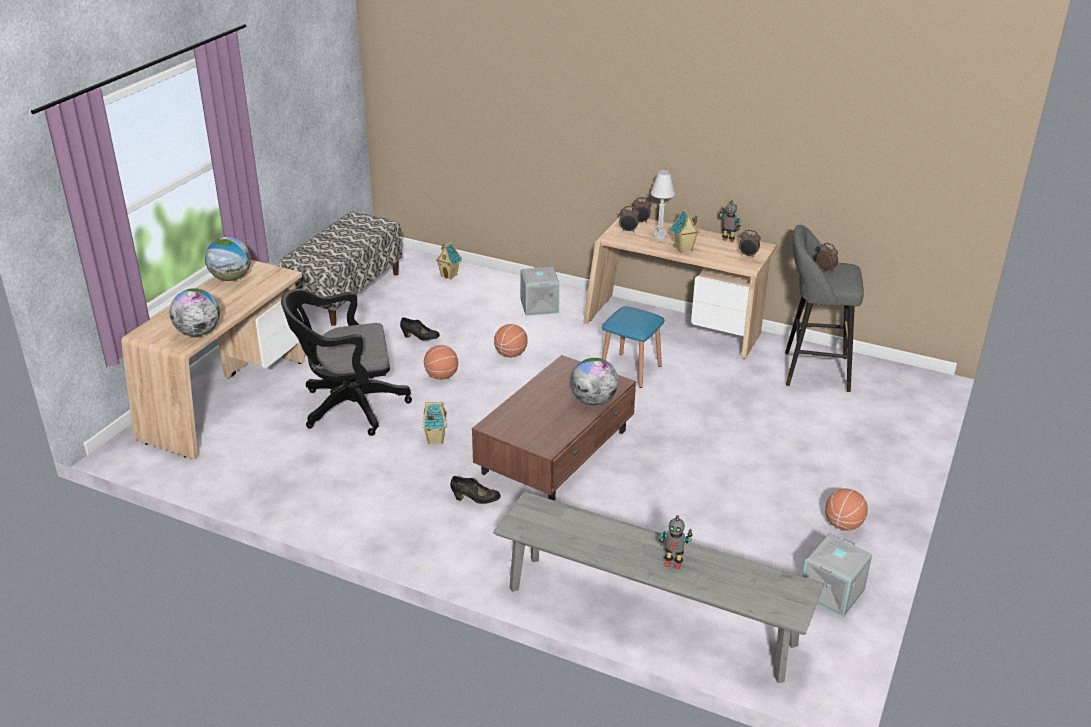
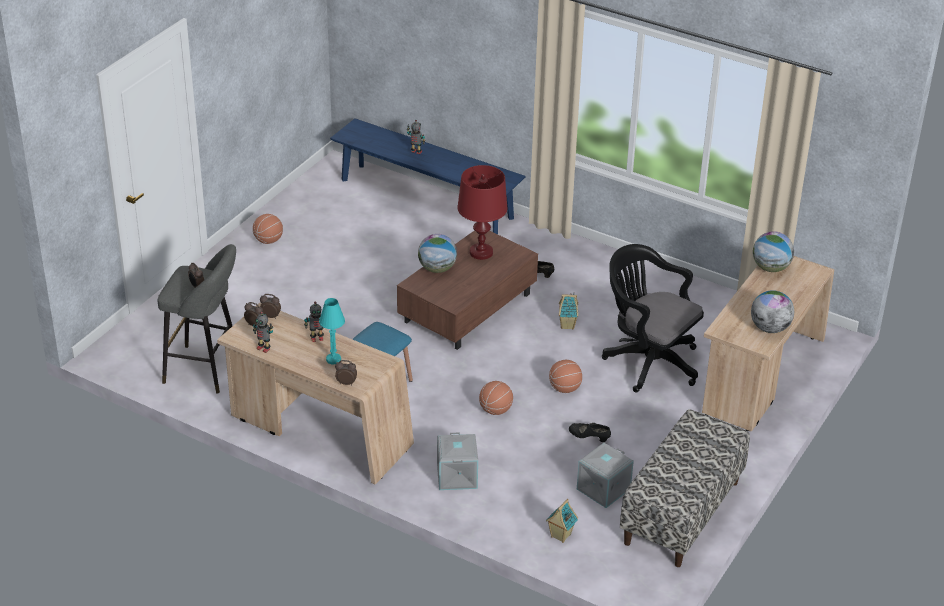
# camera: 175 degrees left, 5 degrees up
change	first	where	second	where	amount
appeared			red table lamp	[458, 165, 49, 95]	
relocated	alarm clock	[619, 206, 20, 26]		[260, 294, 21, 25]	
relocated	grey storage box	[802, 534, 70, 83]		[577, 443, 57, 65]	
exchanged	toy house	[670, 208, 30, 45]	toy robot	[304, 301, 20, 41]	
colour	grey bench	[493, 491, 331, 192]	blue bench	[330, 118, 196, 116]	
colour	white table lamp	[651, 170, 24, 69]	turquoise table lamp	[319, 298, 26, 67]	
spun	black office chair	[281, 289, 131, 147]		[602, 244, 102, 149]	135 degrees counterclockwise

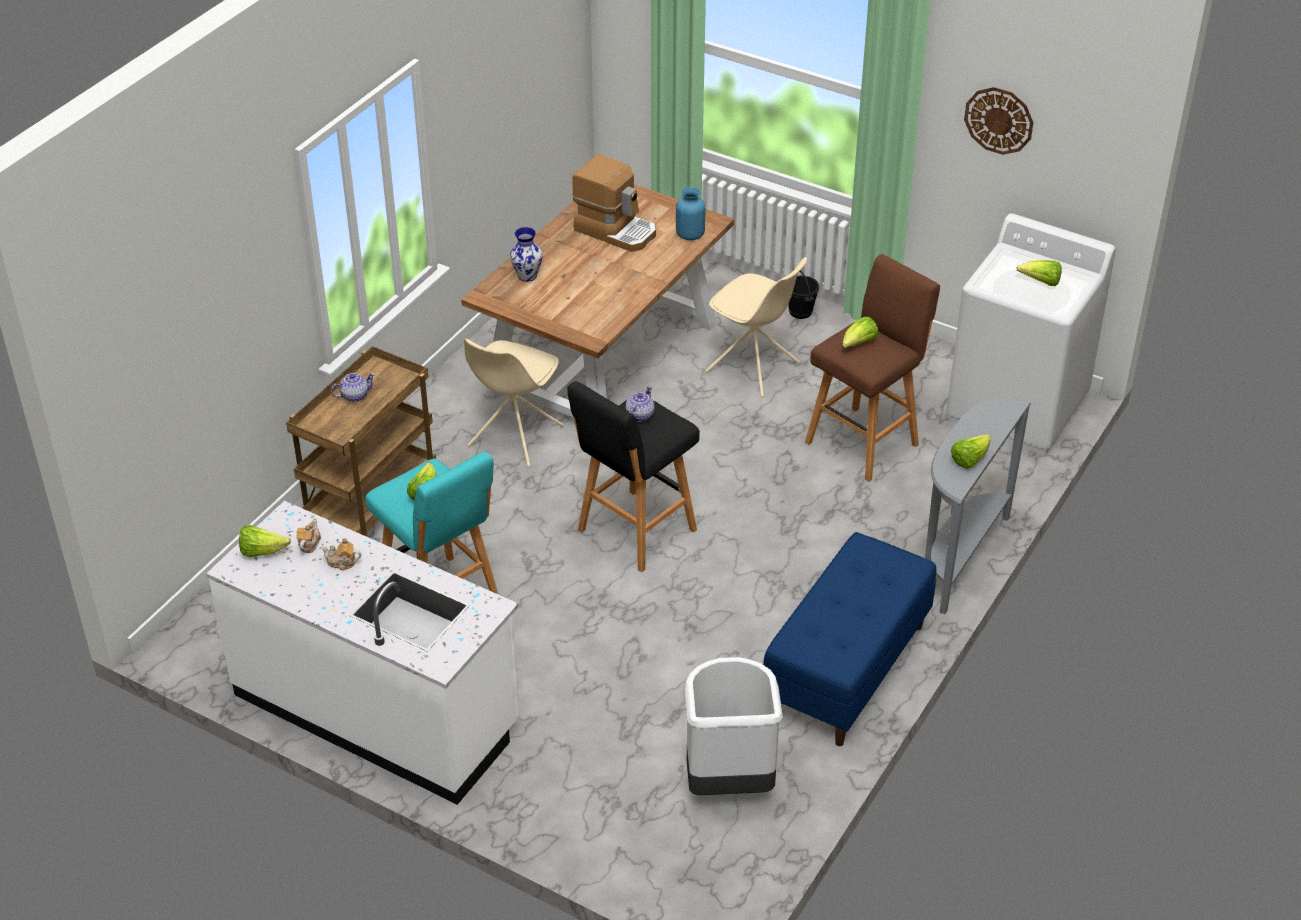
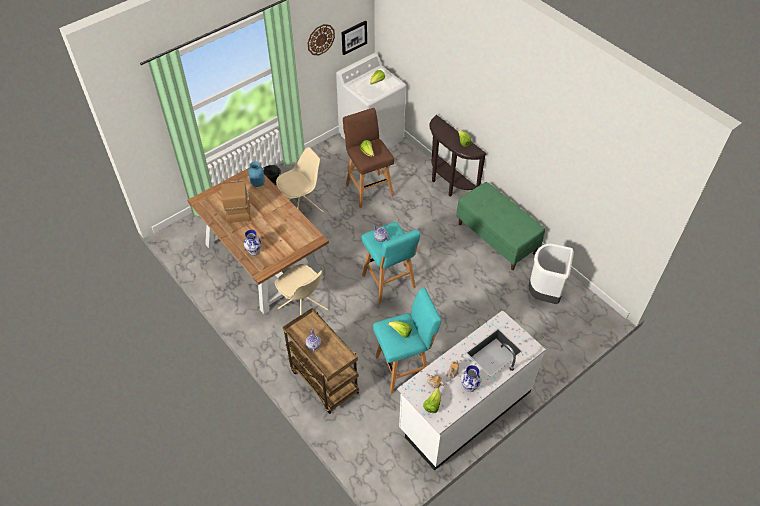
# camera: 70 degrees left, 10 degrees up
change	first	where	second	where	amount
appeared			picture	[341, 21, 26, 34]	
appeared			vase	[461, 365, 20, 27]	
colour	black stool	[567, 381, 133, 191]	turquoise stool	[361, 222, 59, 81]	
colour	blue bench	[763, 532, 173, 214]	green bench	[456, 182, 89, 88]	
colour	grey console table	[925, 399, 106, 216]	brown console table	[429, 115, 58, 82]	
spun	coffee machine	[572, 154, 84, 98]		[221, 181, 30, 42]	60 degrees counterclockwise

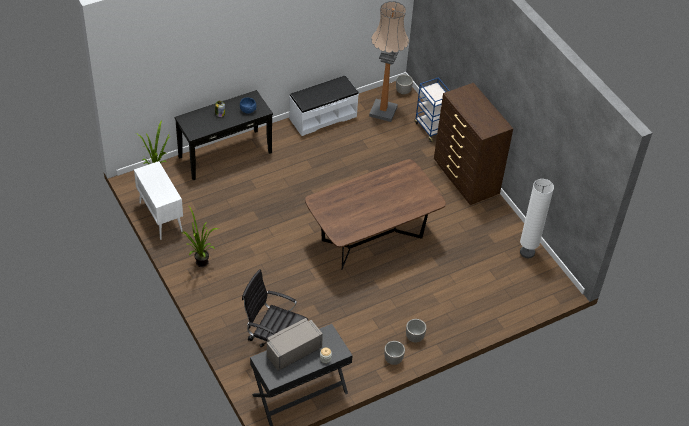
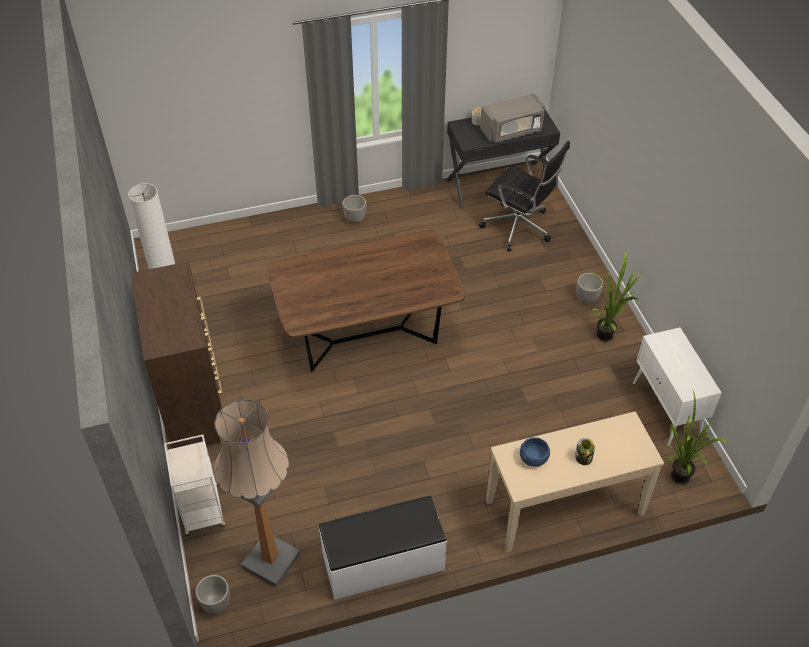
# camera: 165 degrees left, 0 degrees up
change	first	where	second	where	amount
relocated	planter	[384, 341, 21, 24]		[577, 273, 26, 30]	
colour	black console table	[175, 90, 98, 90]	beige console table	[486, 411, 178, 141]	
colour	blue cart	[415, 77, 35, 65]	white cart	[164, 435, 62, 101]	

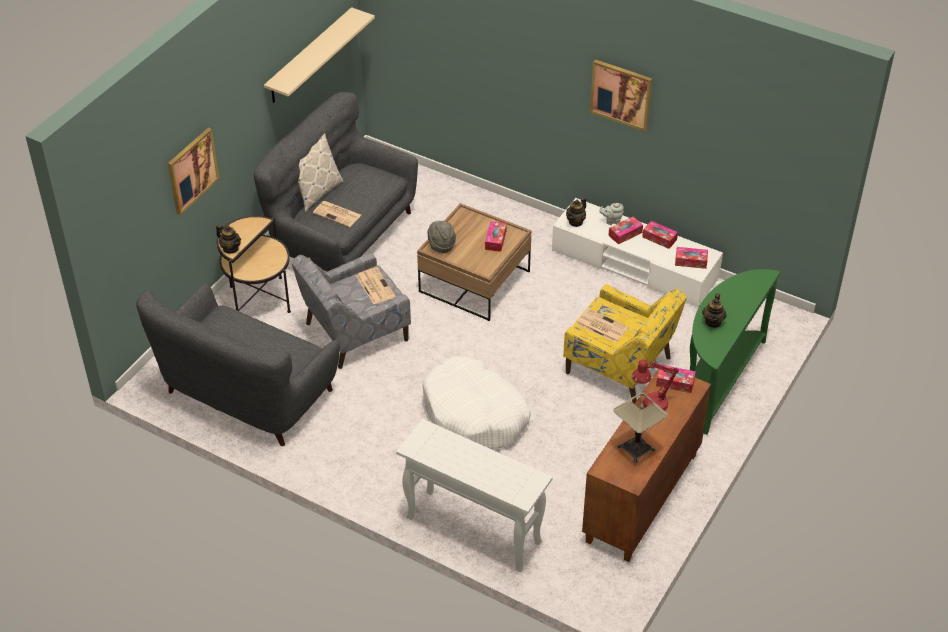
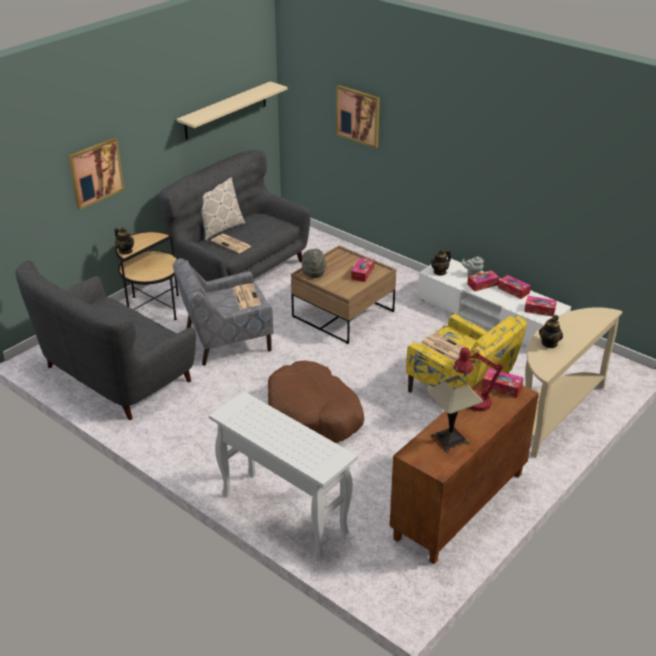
# camera: 10 degrees right, 10 degrees down
change	first	where	second	where	amount
relocated	picture	[590, 59, 62, 72]		[336, 85, 44, 63]	
colour	white dog bed	[423, 356, 108, 93]	brown dog bed	[268, 360, 96, 83]	
colour	green console table	[690, 269, 90, 166]	beige console table	[525, 307, 98, 151]	

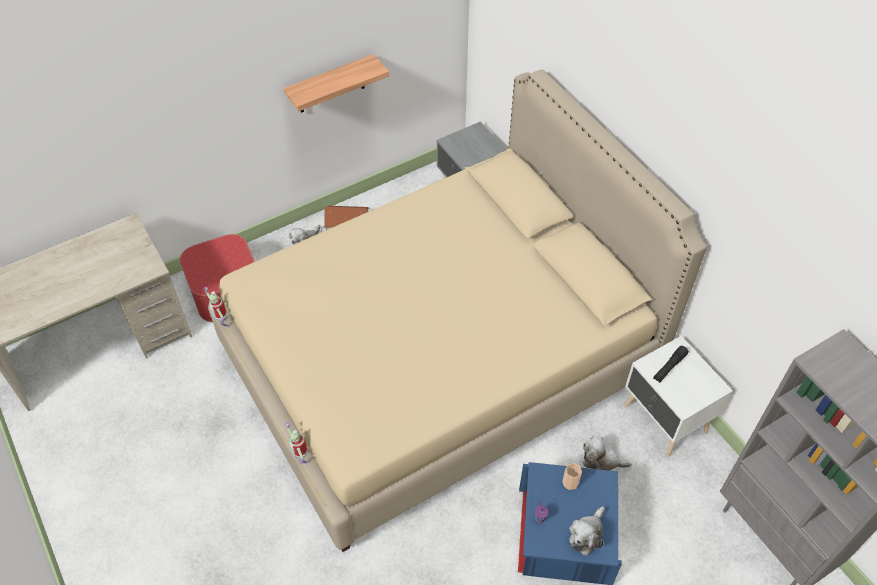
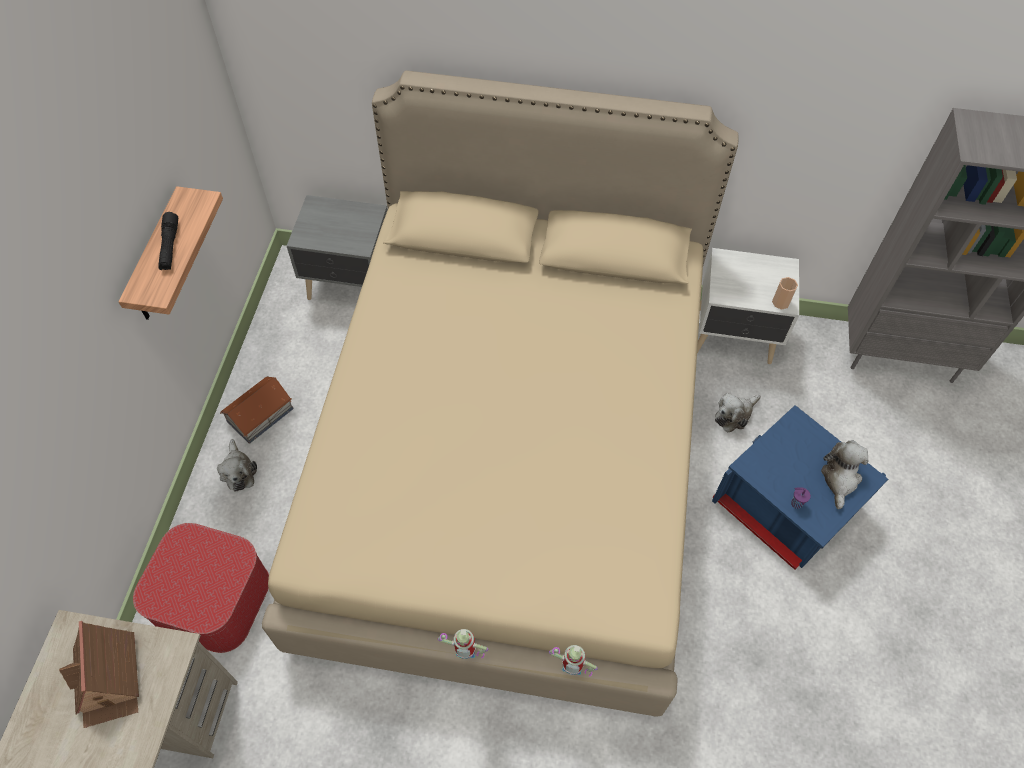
# camera: 50 degrees left, 5 degrees up
change	first	where	second	where	amount
appeared			toy house	[59, 621, 80, 107]	
relocated	toy robot	[203, 287, 25, 41]		[438, 629, 50, 30]	
relocated	cup	[562, 463, 20, 27]		[772, 277, 26, 33]	
relocated	black flashlight	[653, 346, 36, 37]		[158, 212, 20, 59]	
spun	plush toy	[569, 506, 36, 50]		[821, 441, 47, 68]	150 degrees counterclockwise

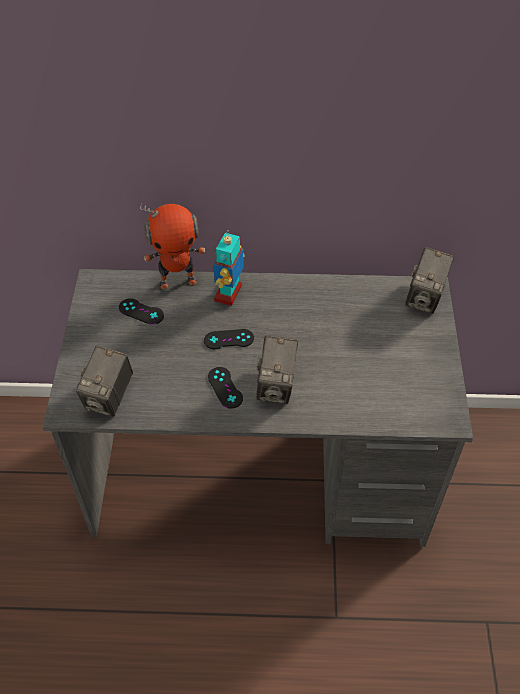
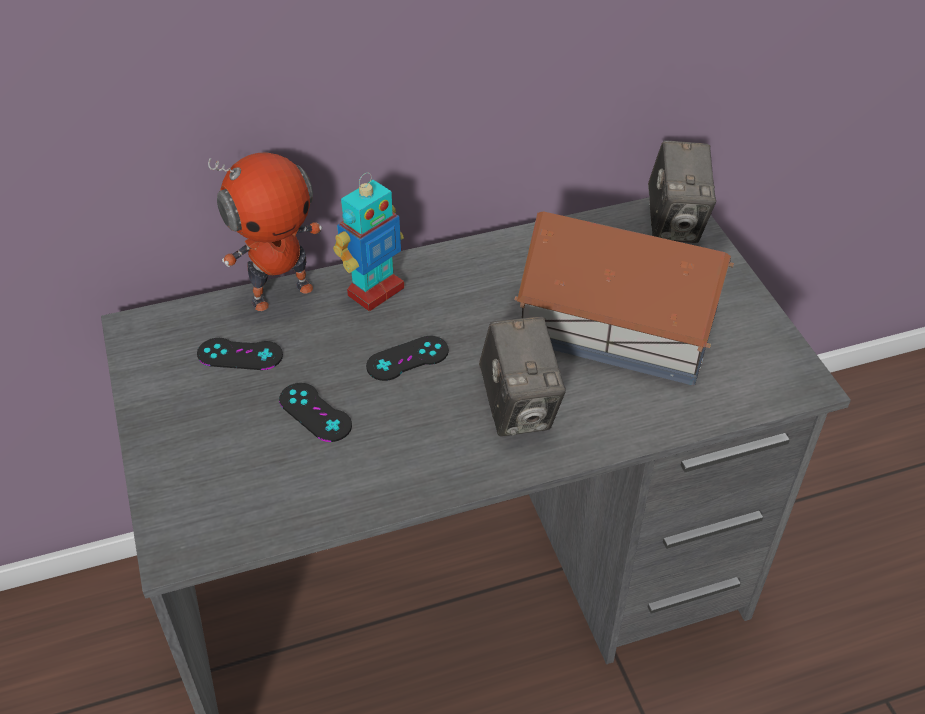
# camera: 20 degrees left, 5 degrees down
change	first	where	second	where	amount
missing	photo camera	[76, 345, 57, 72]			
appeared			toy house	[515, 211, 219, 175]	
relocated	black game controller	[208, 367, 35, 42]		[279, 383, 73, 59]	
spun	toy robot	[213, 230, 32, 76]		[333, 173, 71, 139]	135 degrees counterclockwise

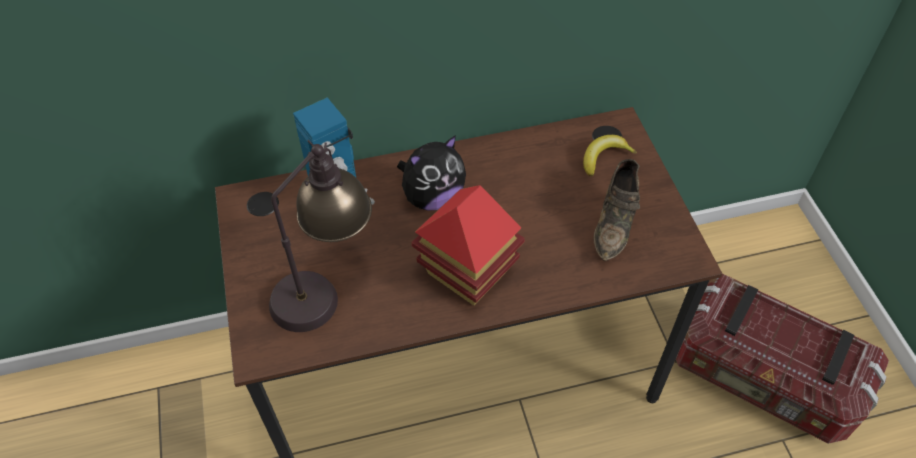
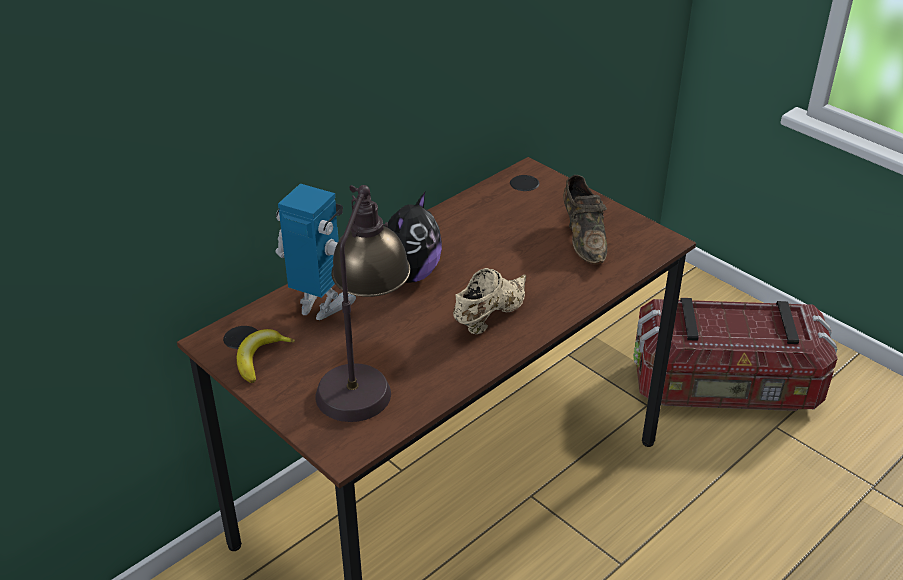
# camera: 30 degrees left, 15 degrees down
change	first	where	second	where	amount
relocated	banana	[583, 135, 54, 41]		[237, 329, 58, 54]	
exchanged	toy house	[412, 185, 113, 121]	beige shoe	[453, 268, 73, 66]	

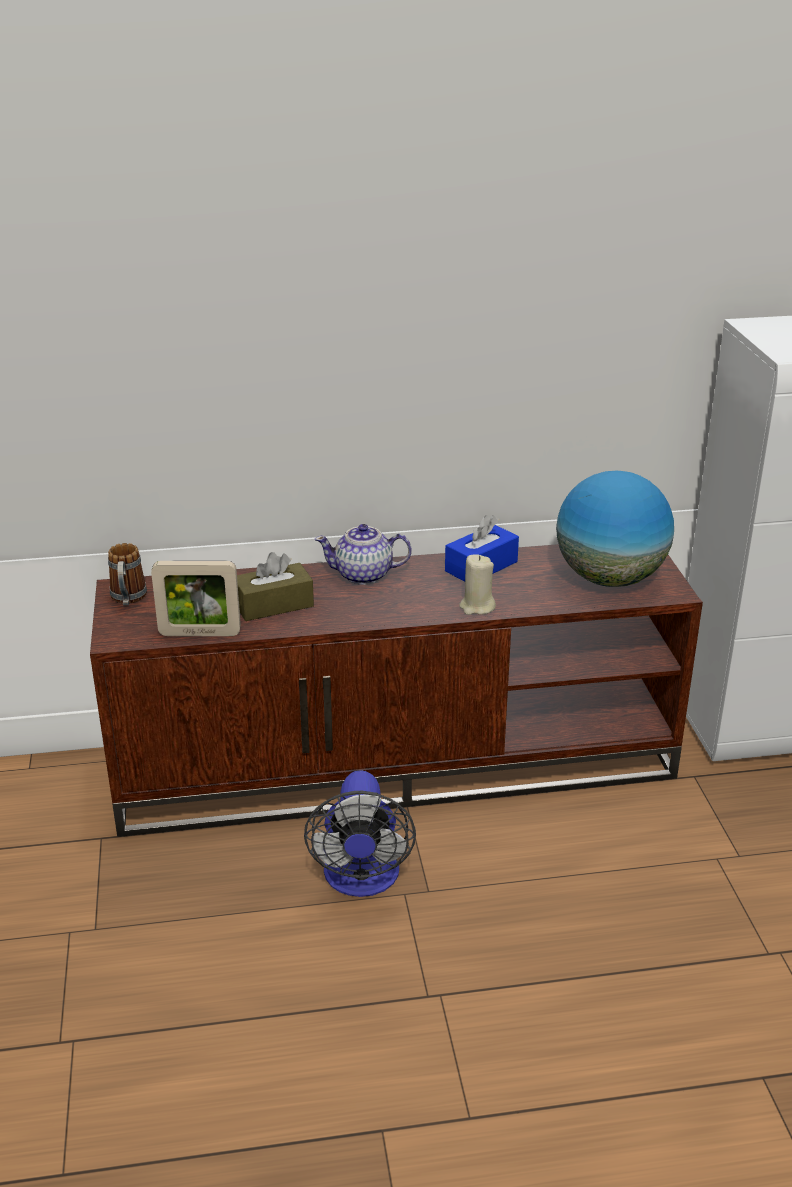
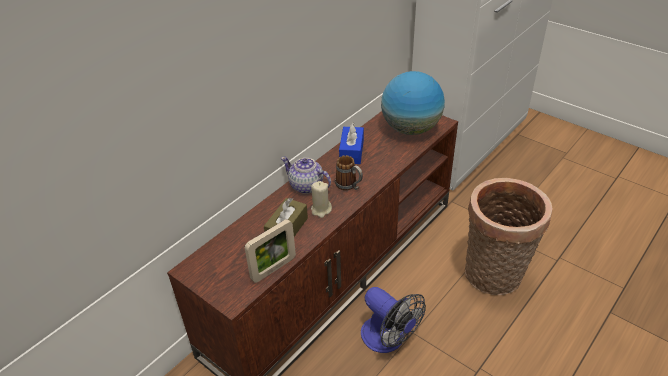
# camera: 40 degrees left, 10 degrees up
change	first	where	second	where	amount
appeared			basket	[465, 178, 88, 117]	
relocated	mug	[108, 543, 39, 63]		[335, 155, 28, 36]	
relocated	beige candle	[459, 554, 37, 61]		[311, 181, 21, 37]	
spun	teapot	[315, 524, 97, 61]		[281, 157, 50, 37]	75 degrees clockwise

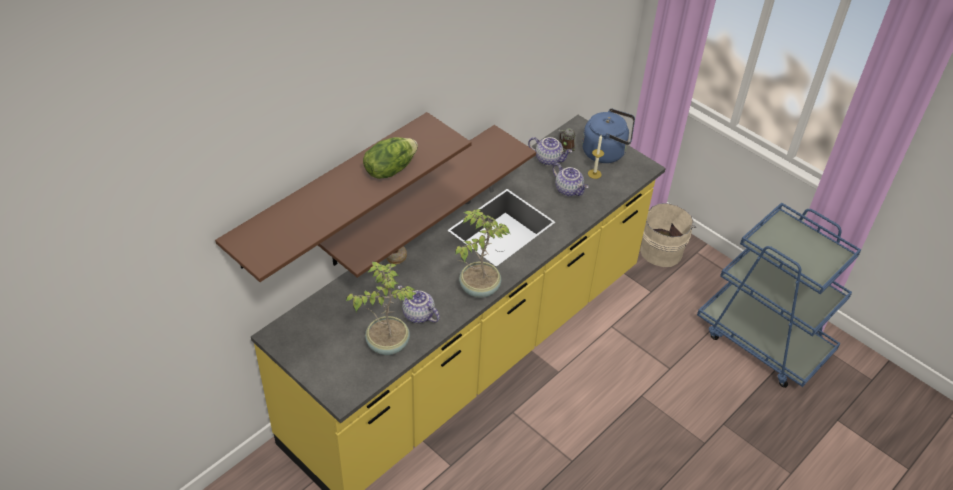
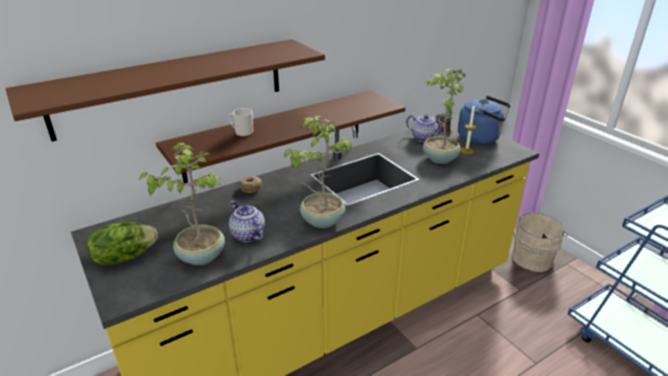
# camera: 15 degrees right, 15 degrees down
change	first	where	second	where	amount
appeared			mug	[229, 108, 24, 29]	
relocated	lettuce	[363, 137, 55, 42]		[87, 222, 71, 43]	
exchanged	teapot	[553, 163, 36, 33]	potted plant	[423, 69, 43, 95]	

